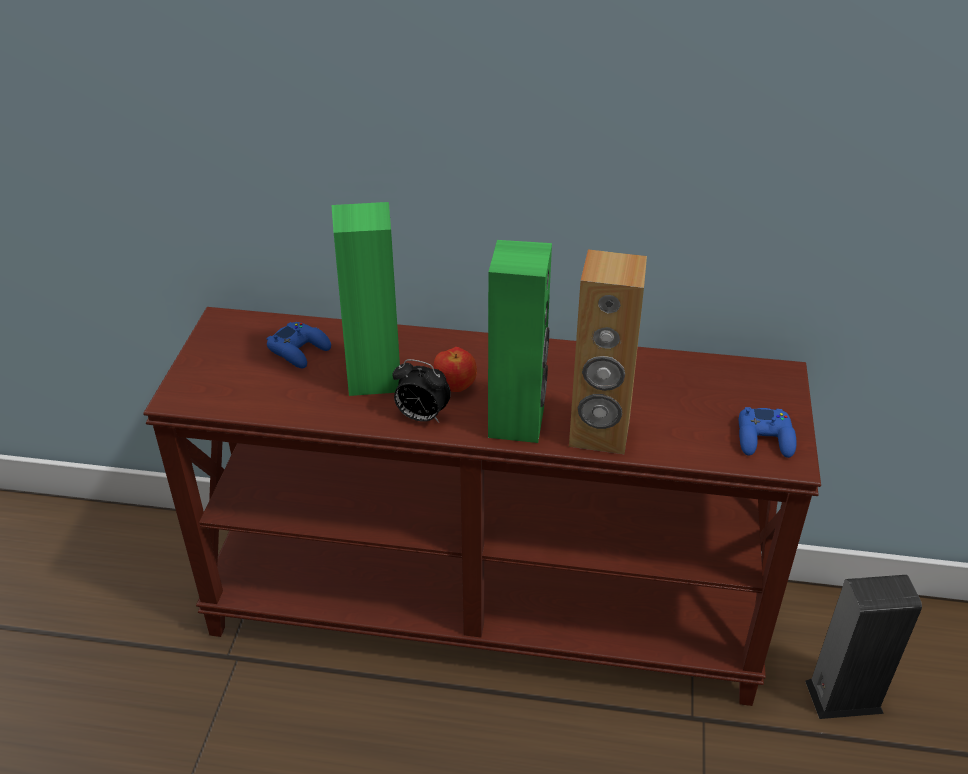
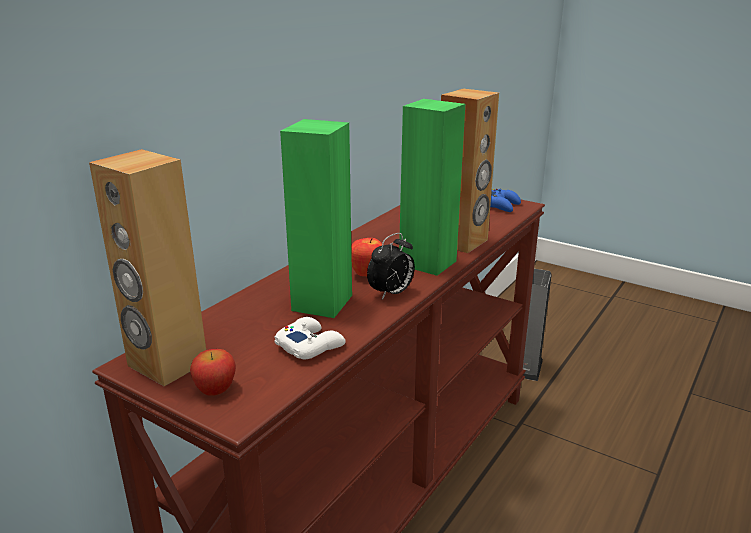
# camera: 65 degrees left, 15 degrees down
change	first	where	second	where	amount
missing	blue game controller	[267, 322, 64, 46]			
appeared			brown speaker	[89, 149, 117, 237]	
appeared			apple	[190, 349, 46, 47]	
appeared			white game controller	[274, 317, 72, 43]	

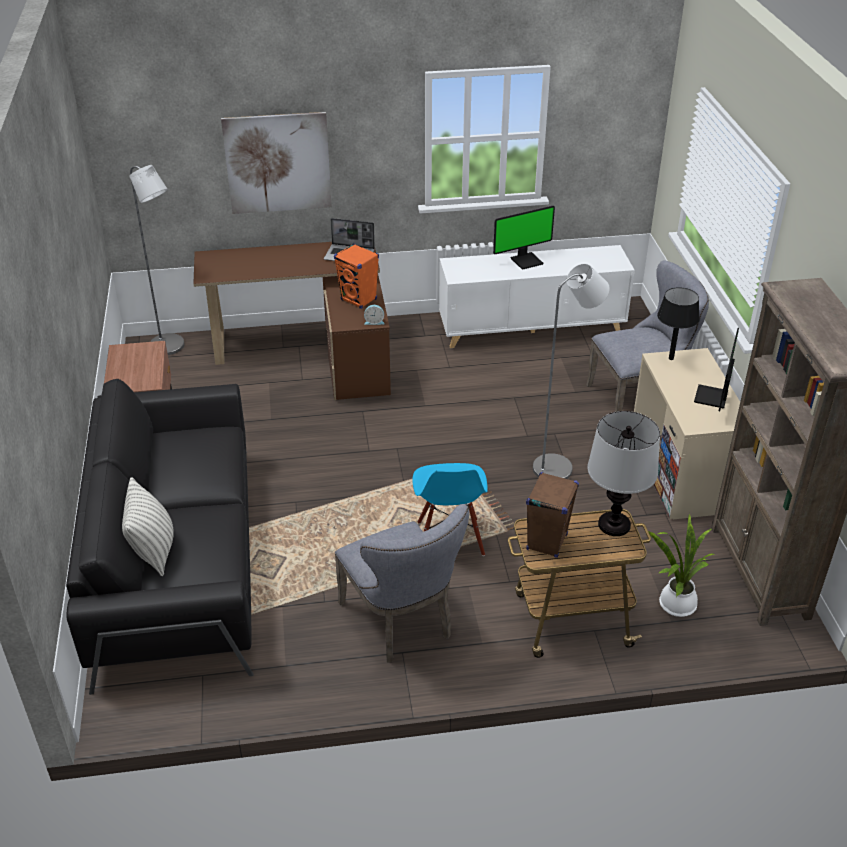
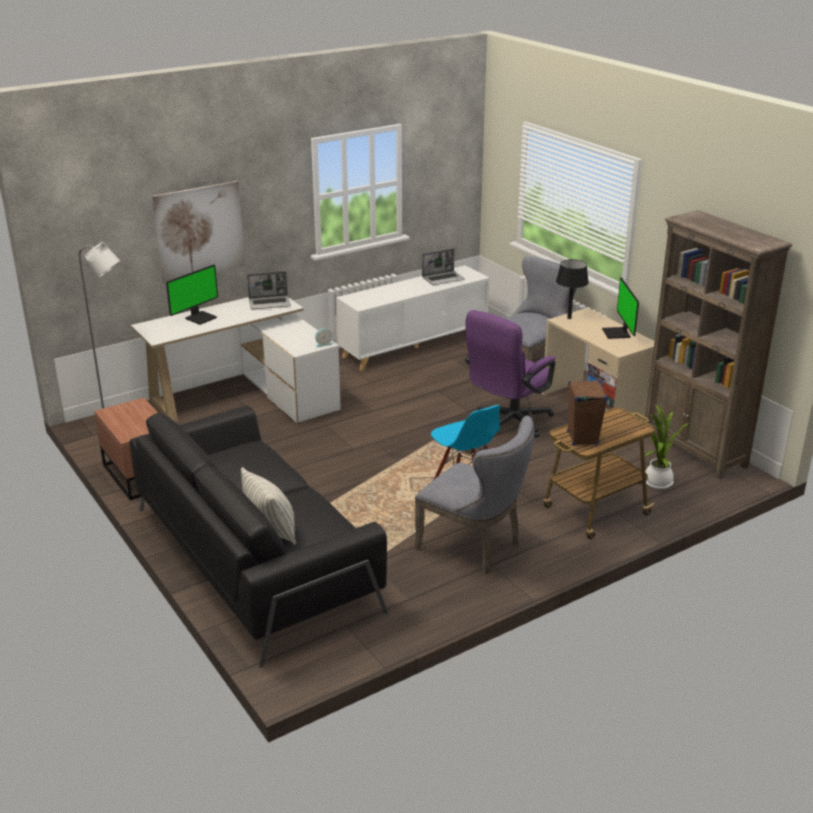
# camera: 25 degrees left, 10 degrees down
change	first	where	second	where	amount
missing	orange speaker	[334, 243, 45, 66]			
missing	table lamp	[587, 411, 73, 125]			
appeared			laptop	[422, 249, 43, 36]	
relocated	monitor	[493, 206, 62, 64]		[166, 264, 52, 61]	
exchanged	grey floor lamp	[533, 264, 77, 215]	purple office chair	[465, 310, 91, 128]	
colour	brown desk	[193, 242, 198, 158]	white desk	[131, 297, 210, 126]	

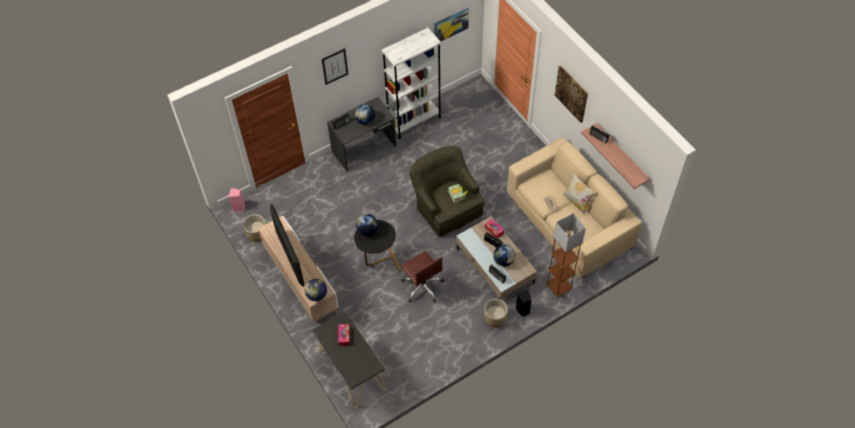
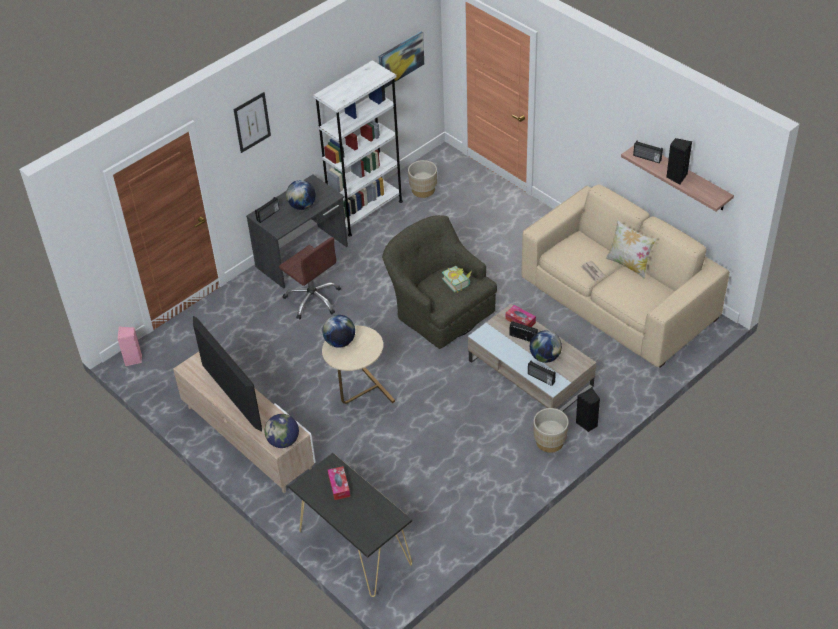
# camera: 10 degrees left, 10 degrees down
change	first	where	second	where	amount
missing	brown floor lamp	[546, 213, 40, 84]			
missing	picture	[555, 66, 33, 57]			
appeared			black speaker	[666, 138, 26, 47]	
relocated	beige planter	[243, 214, 23, 28]		[408, 160, 29, 38]	
relocated	brown office chair	[401, 251, 43, 52]		[279, 237, 62, 82]	
colour	black side table	[354, 220, 47, 51]	beige side table	[322, 326, 73, 78]	

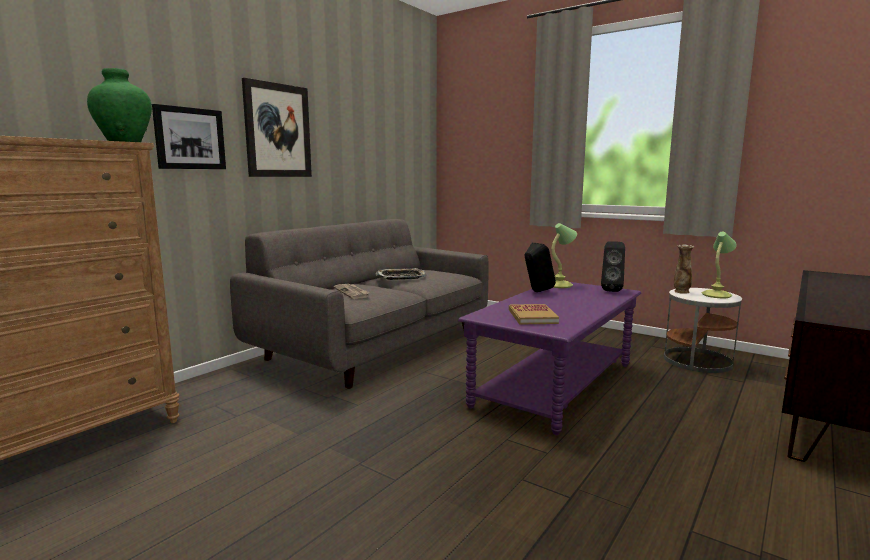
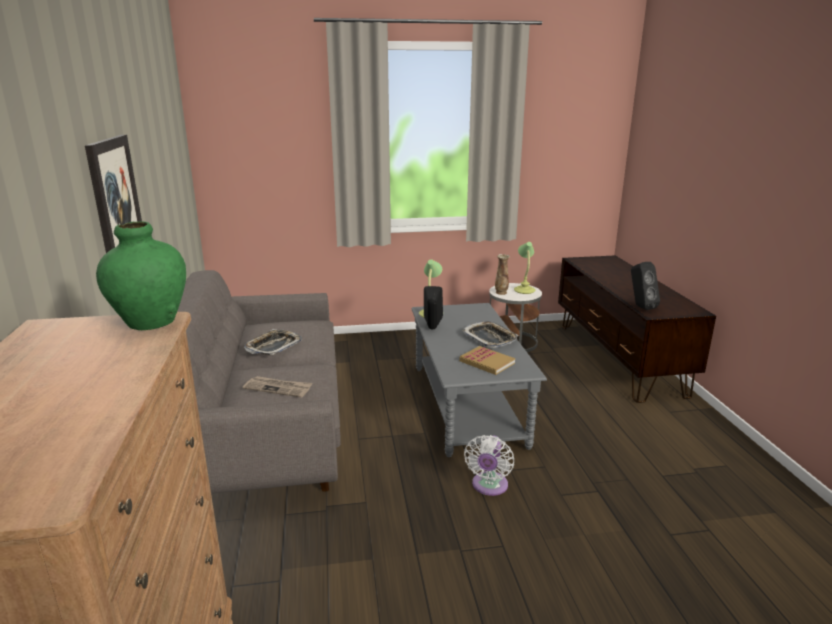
# camera: 45 degrees left, 10 degrees up
change	first	where	second	where	amount
missing	picture	[152, 104, 74, 65]			
appeared			tray	[462, 321, 56, 27]	
appeared			white fan	[464, 435, 50, 61]	
relocated	black speaker	[601, 241, 24, 51]		[631, 262, 29, 48]	
colour	purple coffee table	[458, 282, 183, 153]	grey coffee table	[412, 303, 135, 154]	

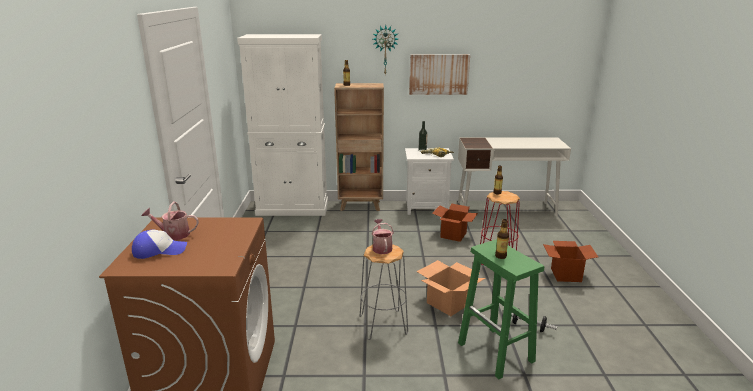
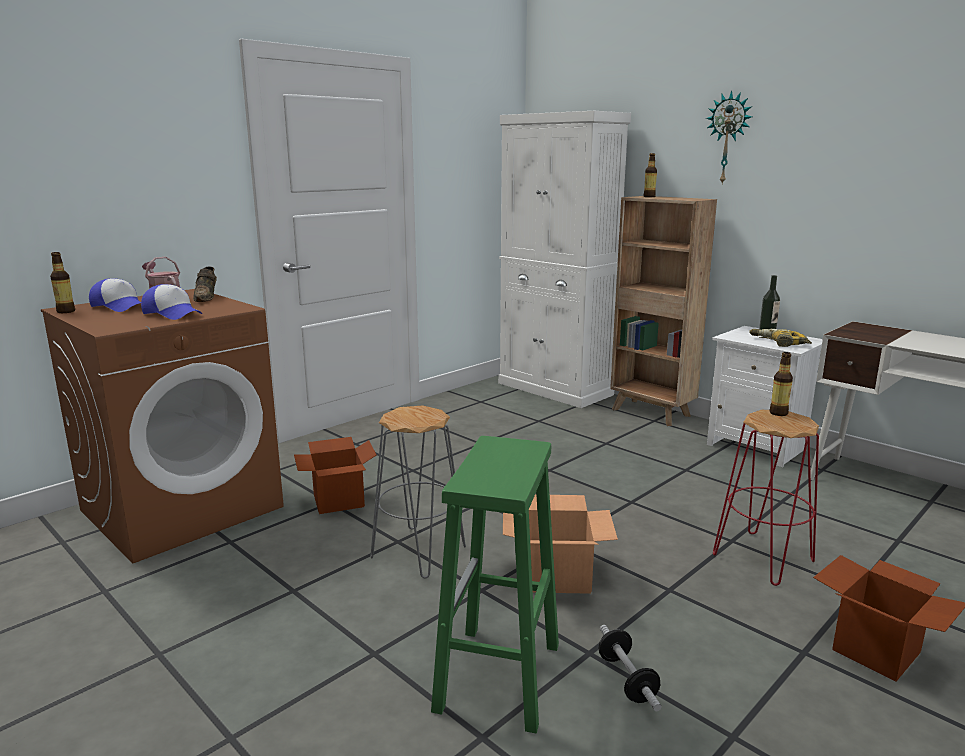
# camera: 45 degrees right, 5 degrees down
change	first	where	second	where	amount
missing	watering can	[372, 219, 22, 35]			
missing	picture	[409, 54, 61, 41]			
appeared			cap	[141, 284, 62, 36]	
appeared			brown shoe	[193, 266, 24, 36]	
relocated	cardboard box	[432, 203, 46, 39]		[294, 437, 82, 77]	
relocated	bottle	[495, 219, 14, 40]		[50, 252, 25, 61]	

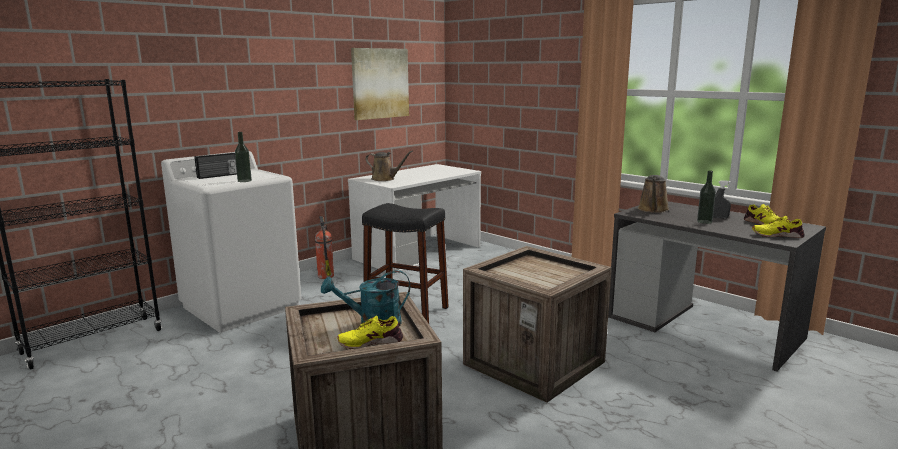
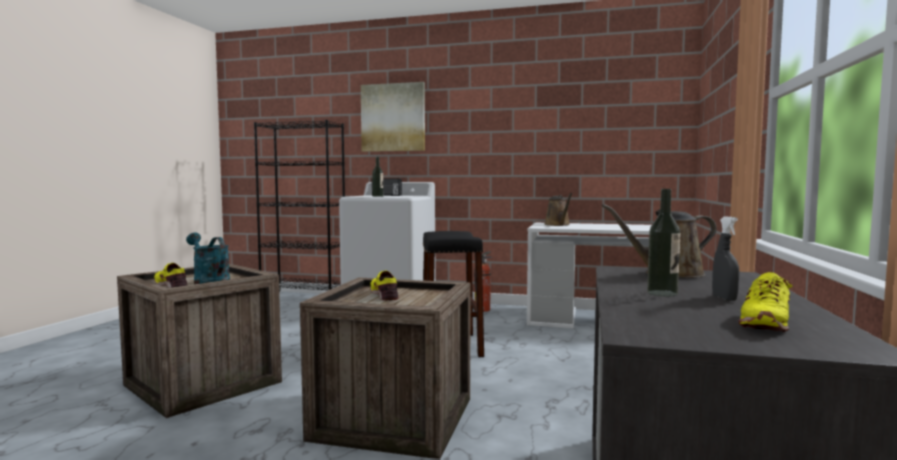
# camera: 60 degrees right, 10 degrees down
change	first	where	second	where	amount
relocated	picture	[351, 48, 58, 72]		[361, 82, 64, 70]	
relocated	yellow shoe	[752, 216, 53, 22]		[370, 270, 29, 30]	

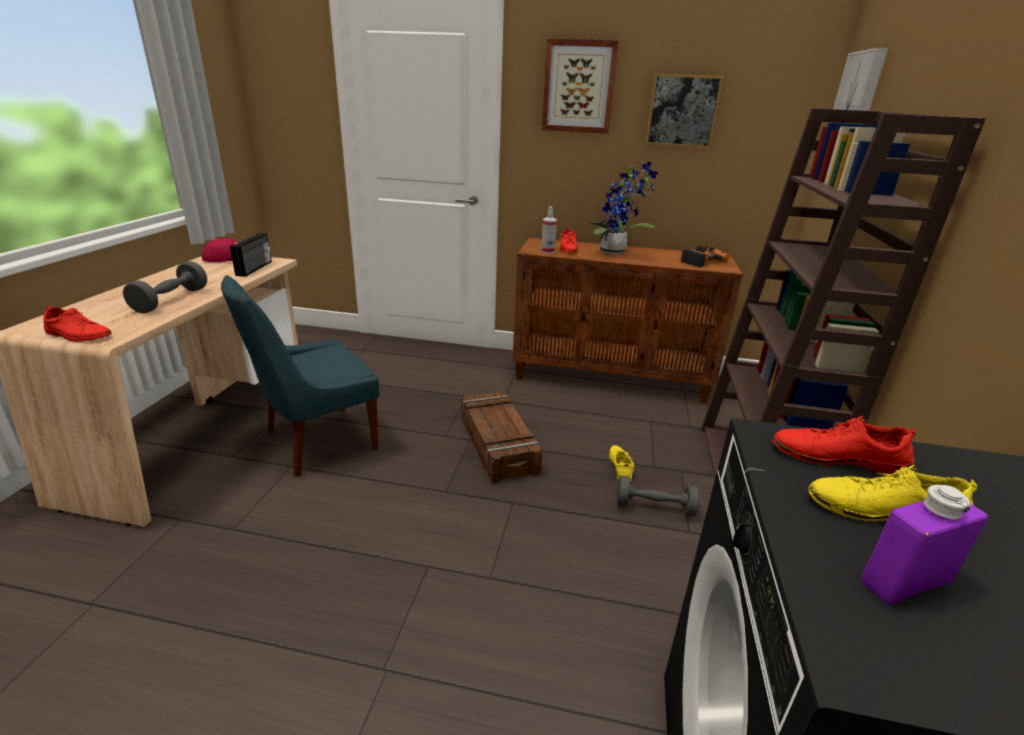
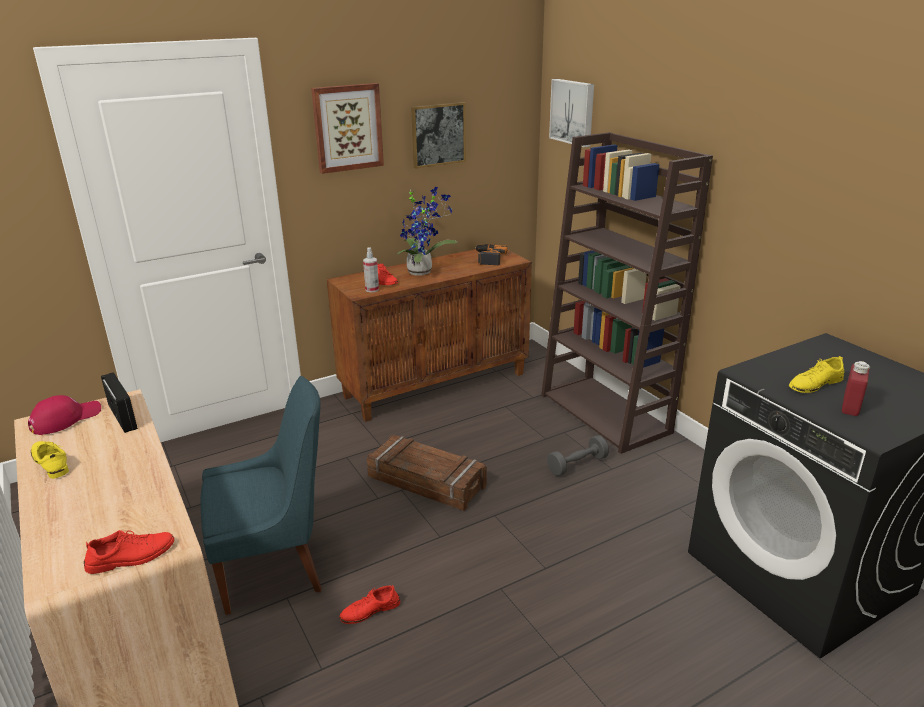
# camera: 40 degrees left, 0 degrees up
change	first	where	second	where	amount
missing	grey dumbbell	[123, 261, 84, 52]			
relocated	yellow shoe	[609, 445, 25, 36]		[31, 441, 38, 38]	
relocated	red shoe	[773, 416, 143, 58]		[340, 585, 60, 39]	
colour	purple bottle	[861, 485, 127, 120]	red bottle	[842, 361, 29, 55]	
spun	blue chair	[221, 275, 158, 202]		[200, 376, 122, 239]	120 degrees counterclockwise

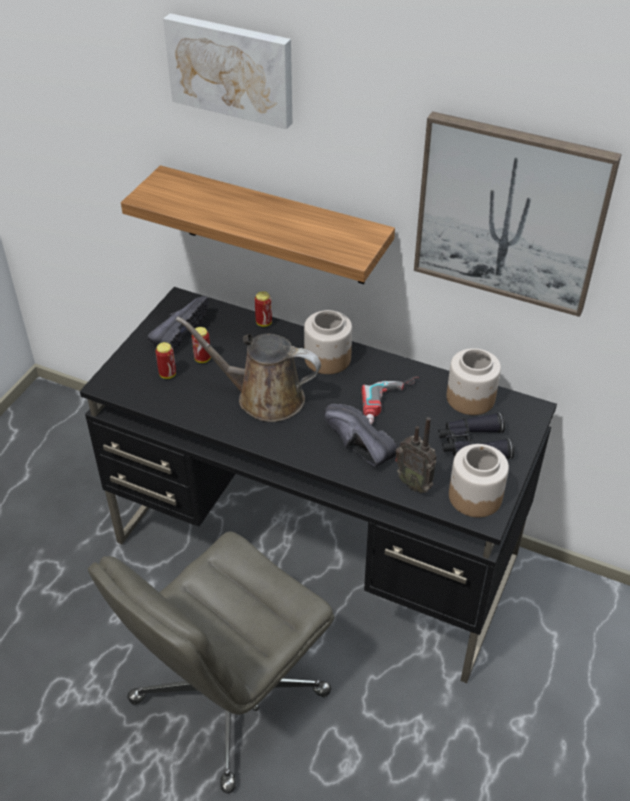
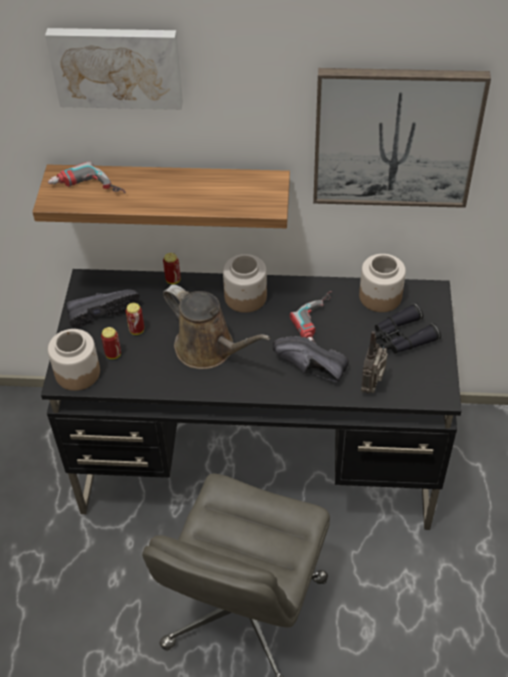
# camera: 20 degrees left, 5 degrees up
change	first	where	second	where	amount
appeared			power drill	[48, 161, 78, 32]	
relocated	jar	[449, 444, 60, 73]		[48, 329, 52, 62]	
spun	black shoe	[147, 296, 62, 56]		[66, 290, 74, 38]	60 degrees clockwise
spun	brown watering can	[176, 316, 145, 106]		[163, 284, 107, 85]	135 degrees counterclockwise
spun	radio	[395, 417, 41, 76]		[361, 331, 27, 62]	90 degrees clockwise

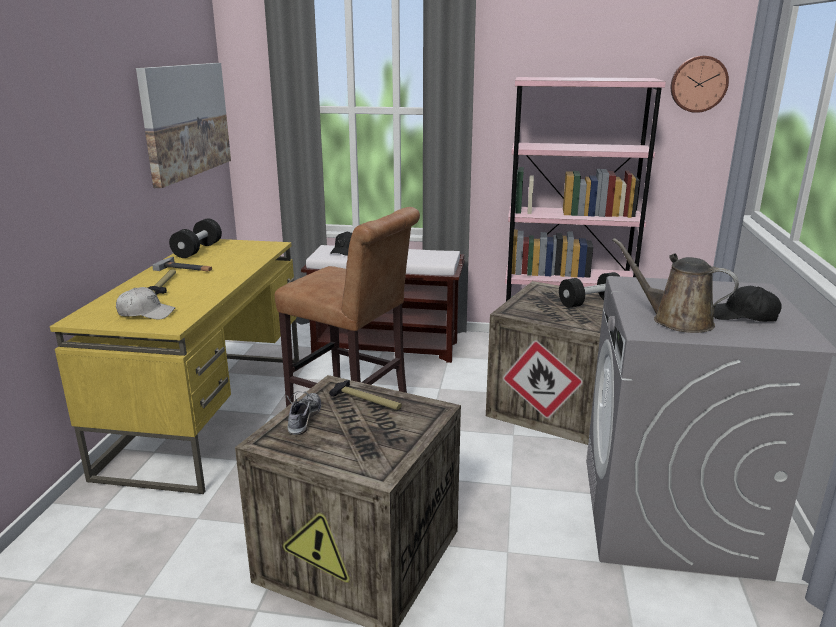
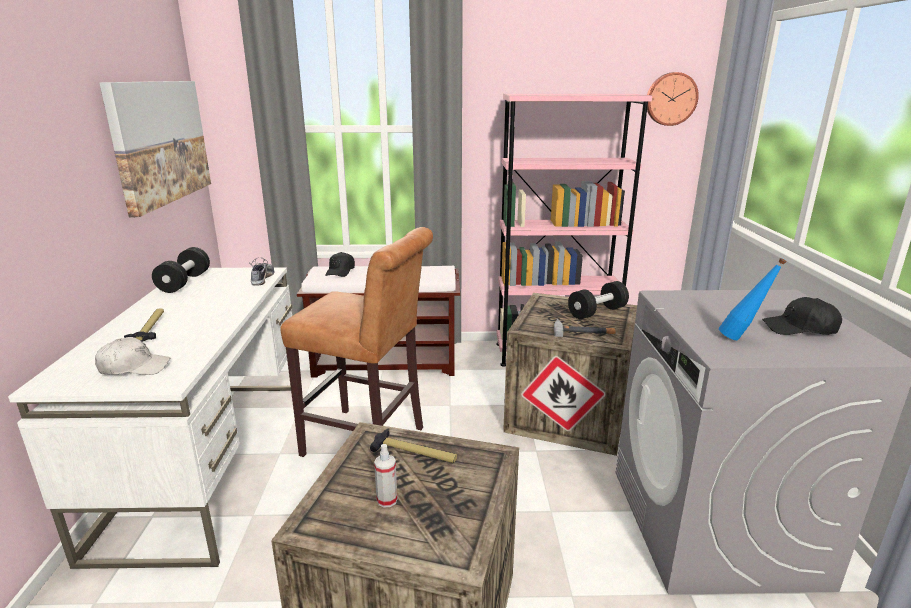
# camera: 10 degrees left, 0 degrees up
change	first	where	second	where	amount
appeared			spray bottle	[374, 444, 24, 64]	
relocated	hammer	[152, 257, 60, 14]		[554, 319, 62, 18]	
relocated	shoe	[286, 391, 35, 44]		[249, 258, 25, 28]	
exchanged	brown watering can	[612, 238, 127, 95]	blue bottle	[719, 258, 68, 82]	
colour	yellow desk	[50, 239, 249, 255]	white desk	[8, 267, 284, 302]	

